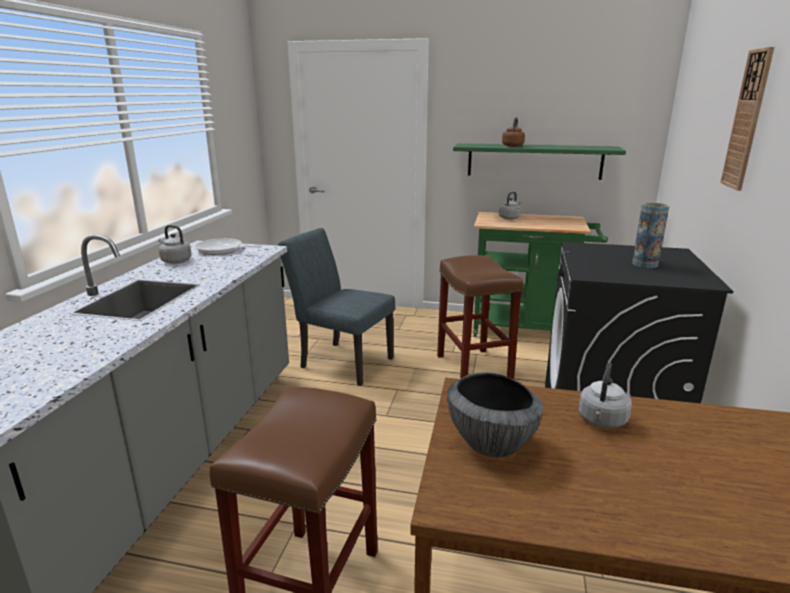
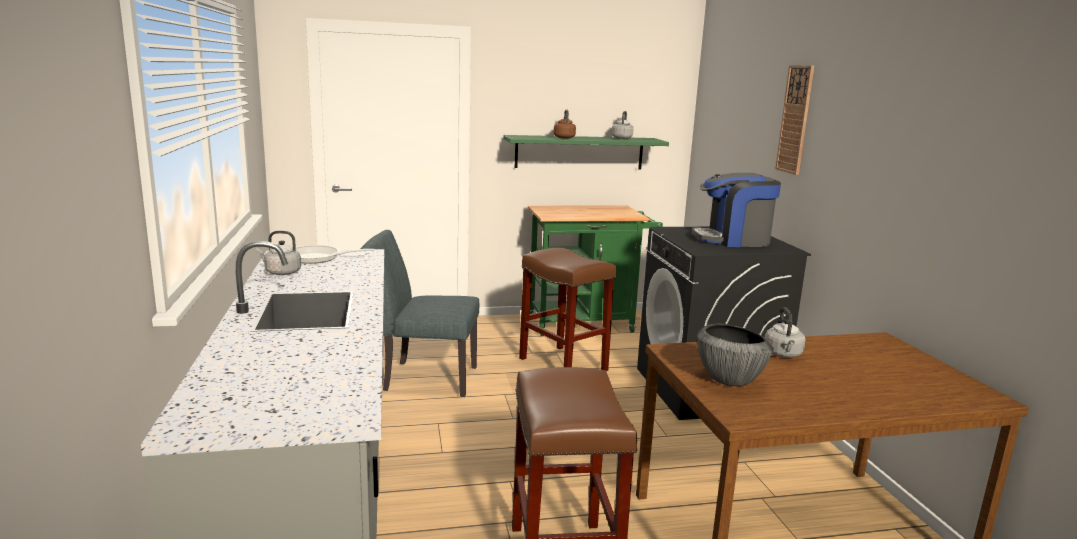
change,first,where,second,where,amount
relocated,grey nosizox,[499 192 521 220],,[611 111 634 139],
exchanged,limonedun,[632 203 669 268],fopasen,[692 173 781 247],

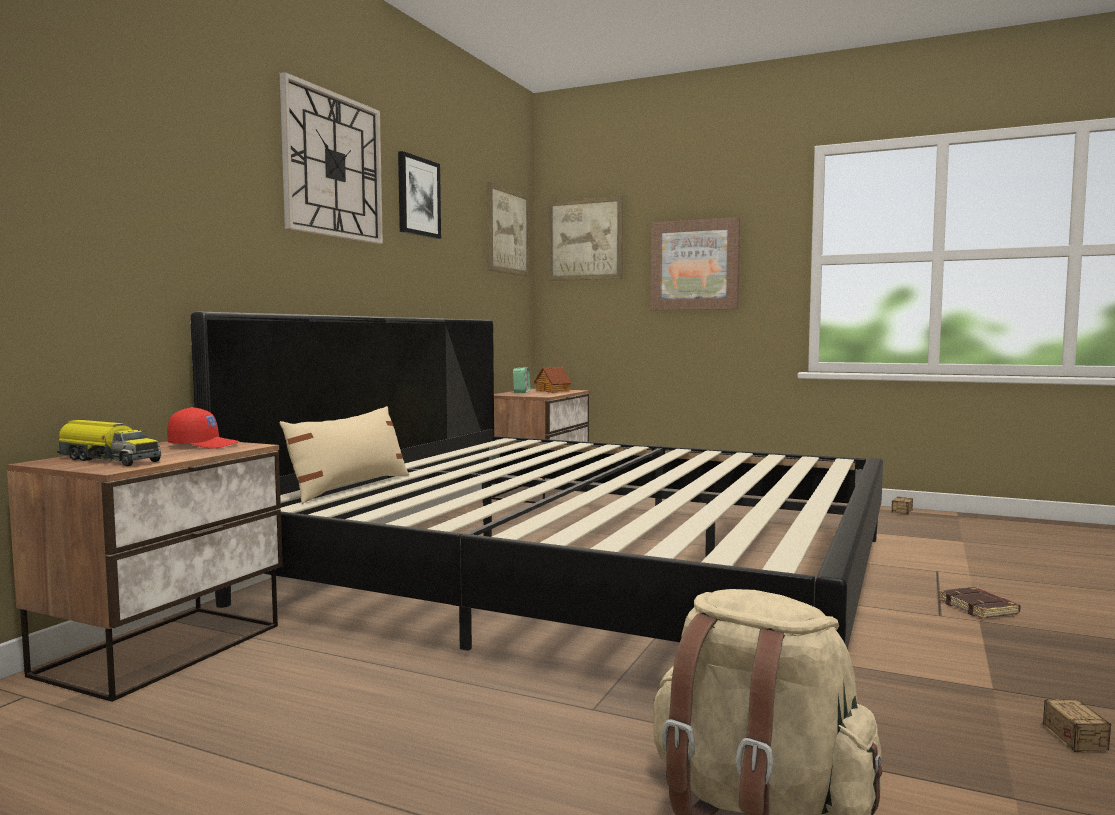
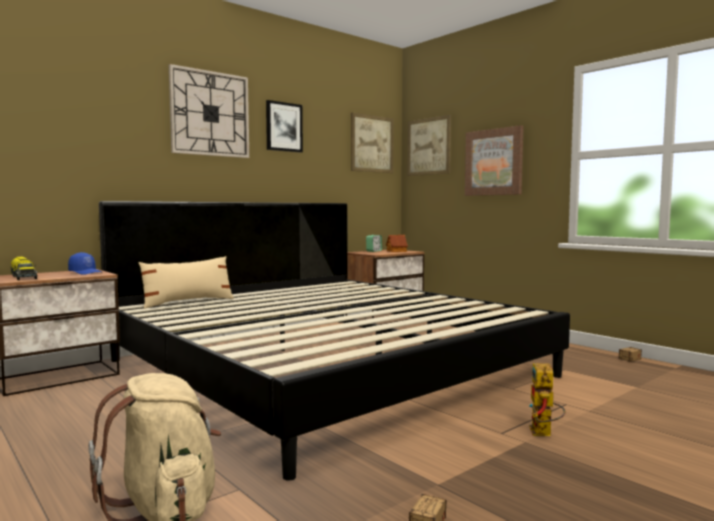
change,first,where,second,where,amount
colour,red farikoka,[167 407 240 449],blue farikoka,[68 252 103 275],
exchanged,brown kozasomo,[938 587 1021 618],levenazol,[529 363 565 436],

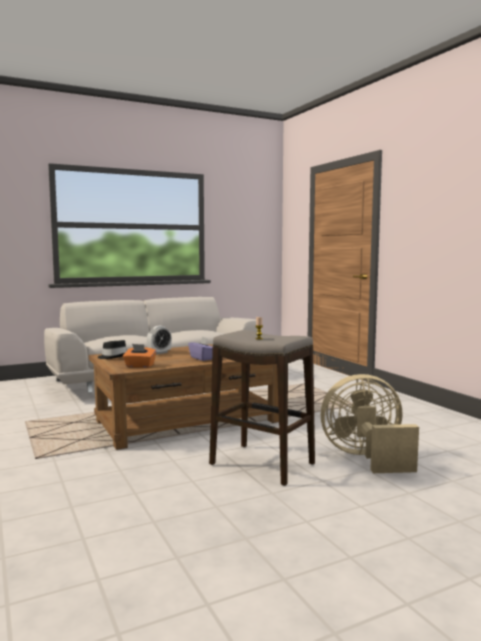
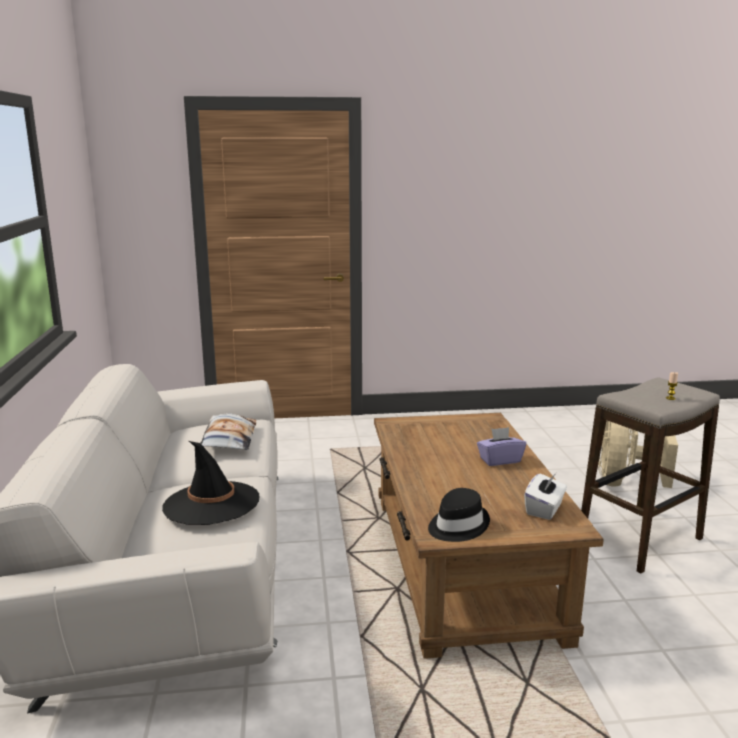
change,first,where,second,where,amount
missing,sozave,[147 326 172 355],,,
colour,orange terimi,[123 344 156 368],white terimi,[524 473 567 520],
appeared,,,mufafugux,[201 413 256 450],
appeared,,,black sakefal,[162 441 259 525],

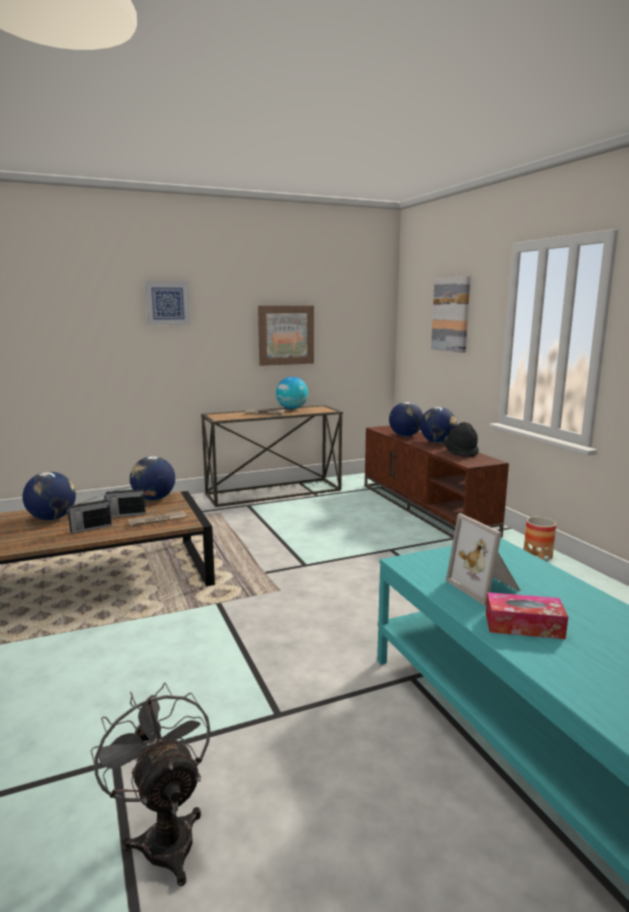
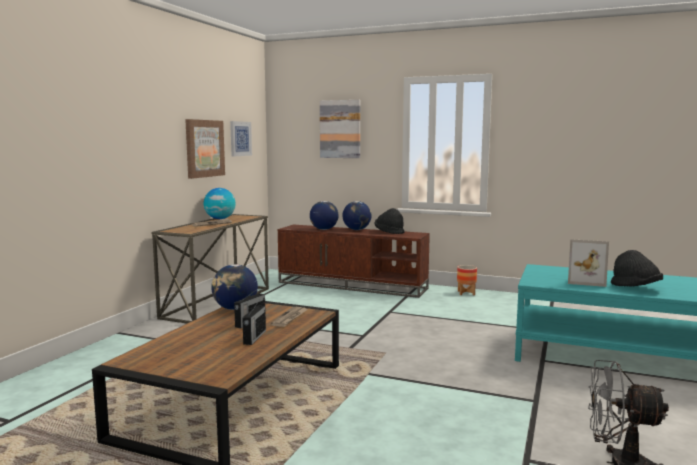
change,first,where,second,where,amount
relocated,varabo,[144 281 190 325],,[230 121 252 156],
missing,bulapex,[22 472 76 520],,,
exchanged,terimi,[486 592 568 639],black sakefal,[611 250 663 287],

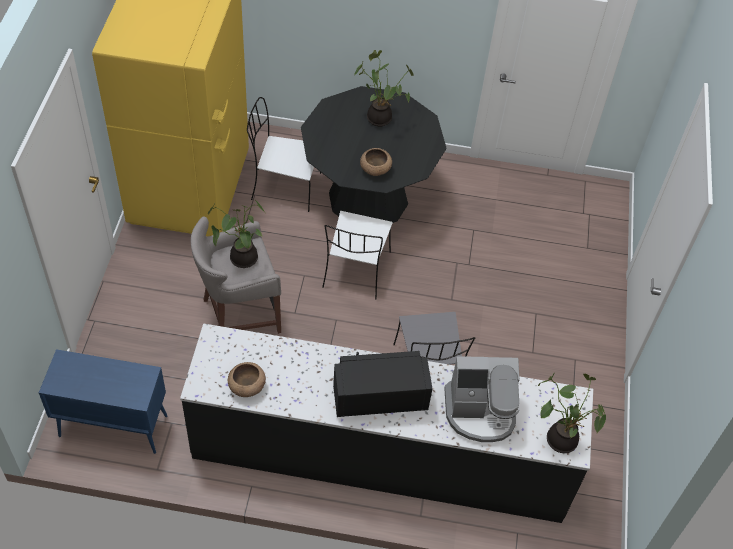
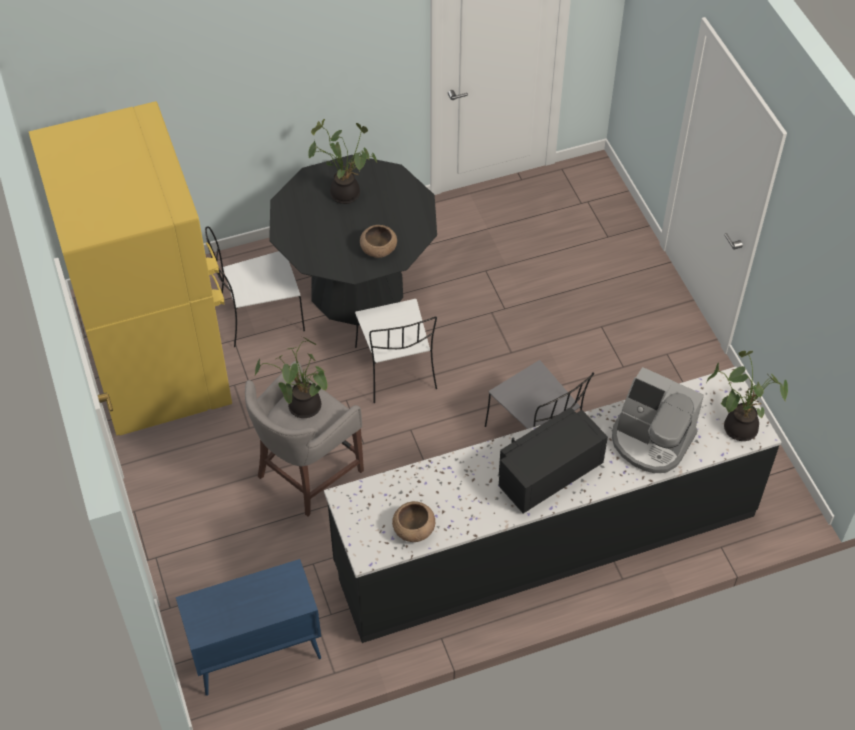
change,first,where,second,where,amount
spun,fopasen,[444 356 520 442],,[612 367 704 473],60 degrees clockwise

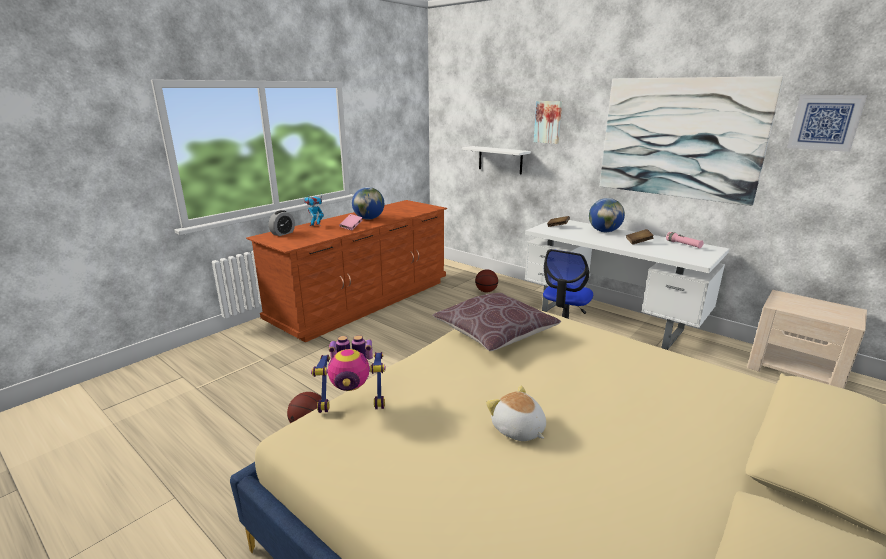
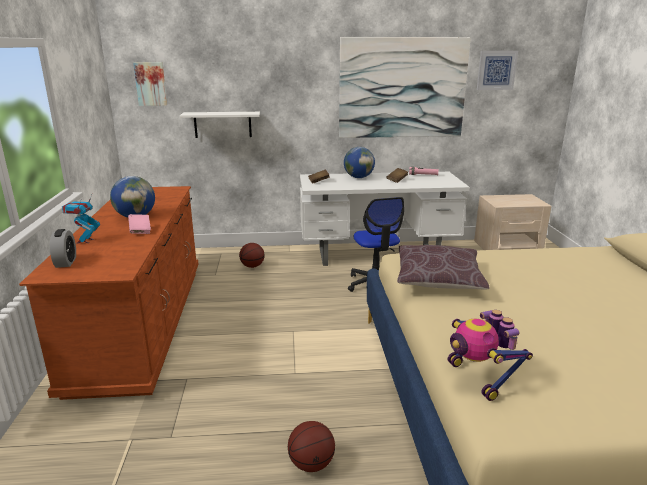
change,first,where,second,where,amount
relocated,varabo,[534 101 562 144],,[133 62 167 106],
spun,levenazol,[311 335 386 413],,[448 310 533 401],120 degrees clockwise
missing,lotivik,[486 385 546 441],,,

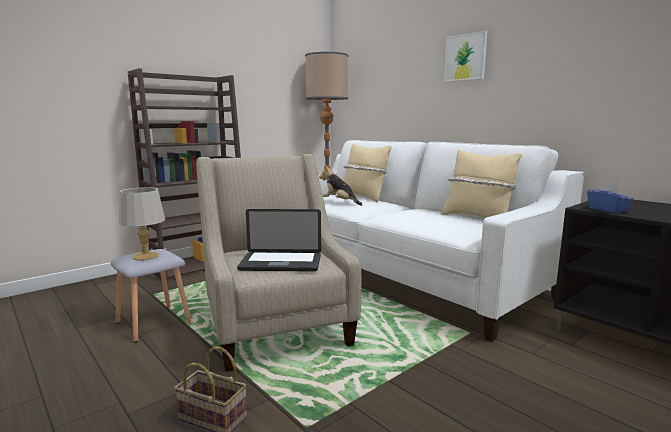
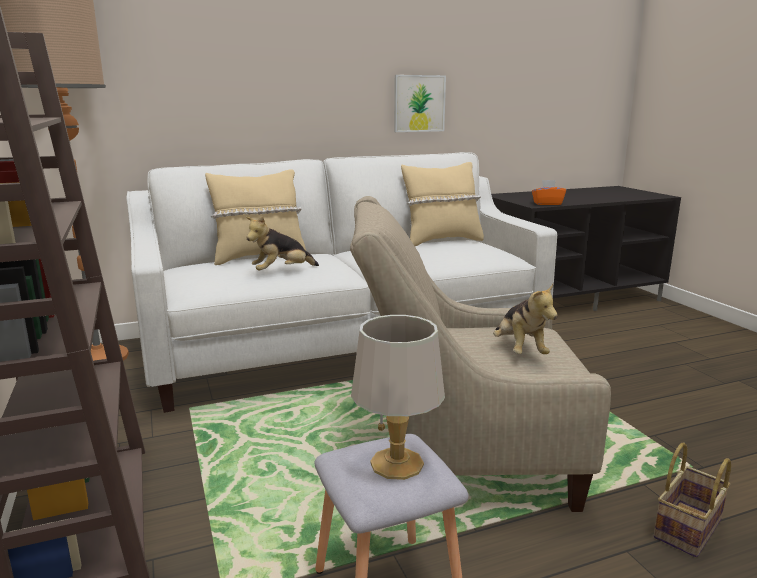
change,first,where,second,where,amount
relocated,varabo,[444 30 487 82],,[394 75 446 132],
colour,blue terimi,[587 182 634 213],orange terimi,[532 180 566 205],
exchanged,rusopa,[237 209 321 272],lotivik,[493 284 558 354],

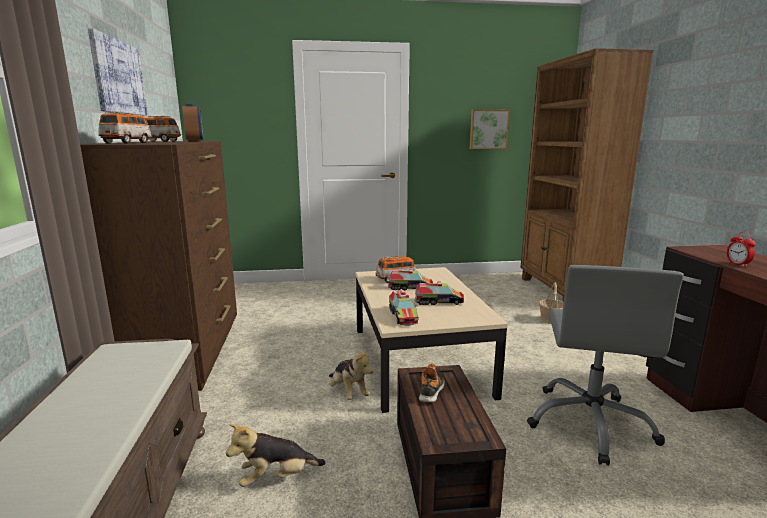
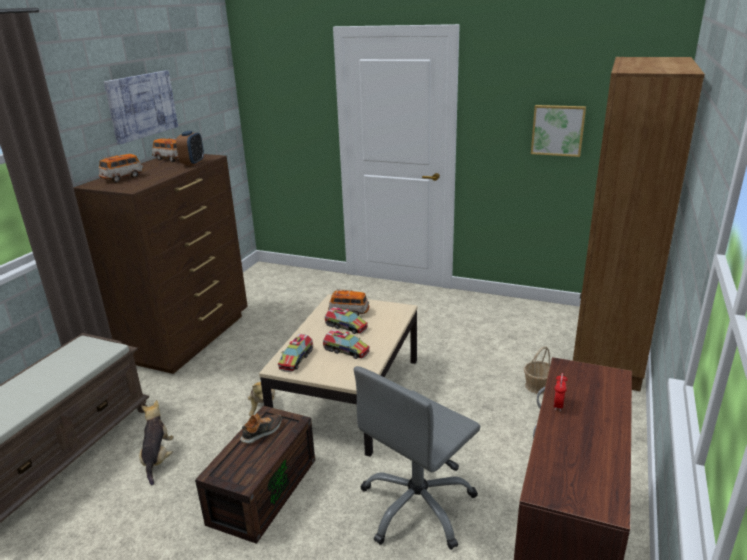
change,first,where,second,where,amount
spun,lotivik,[226 424 326 487],,[139 400 174 486],75 degrees clockwise

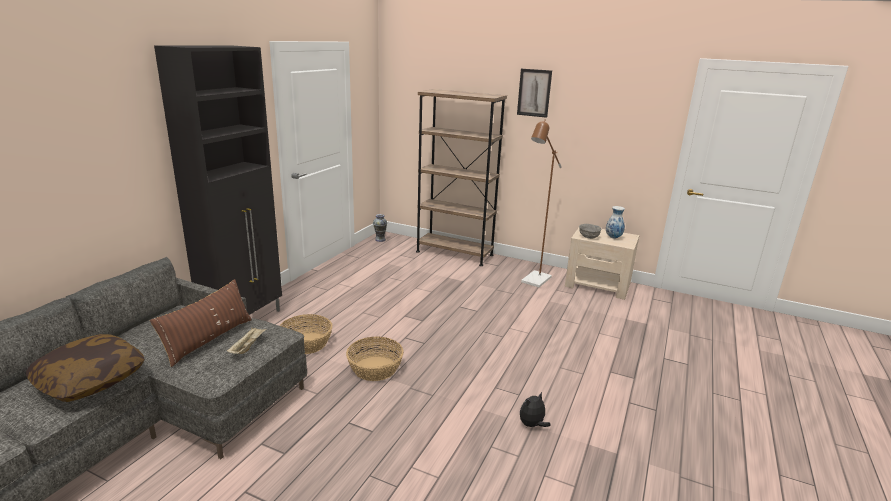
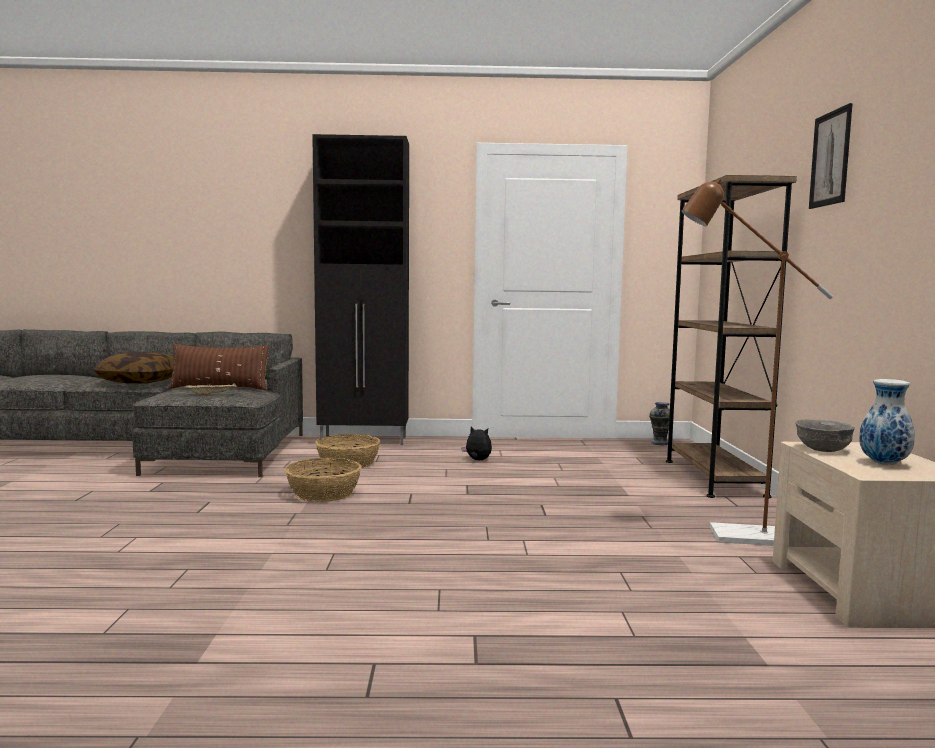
change,first,where,second,where,amount
relocated,lotivik,[520 392 551 427],,[462 426 492 460],

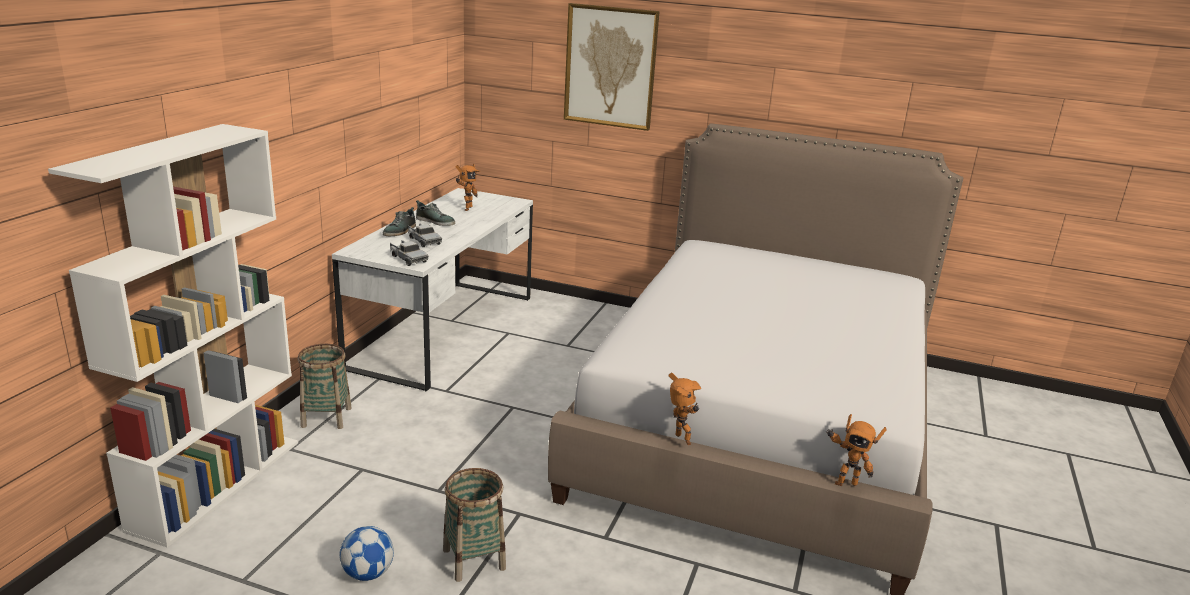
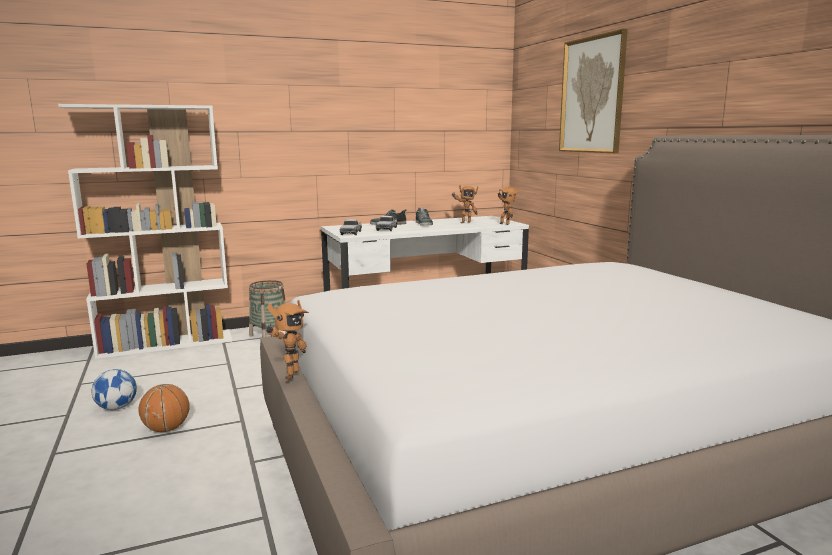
change,first,where,second,where,amount
relocated,levenazol,[826 414 887 486],,[498 185 519 225],
exchanged,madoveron,[443 468 506 582],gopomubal,[138 384 190 432],

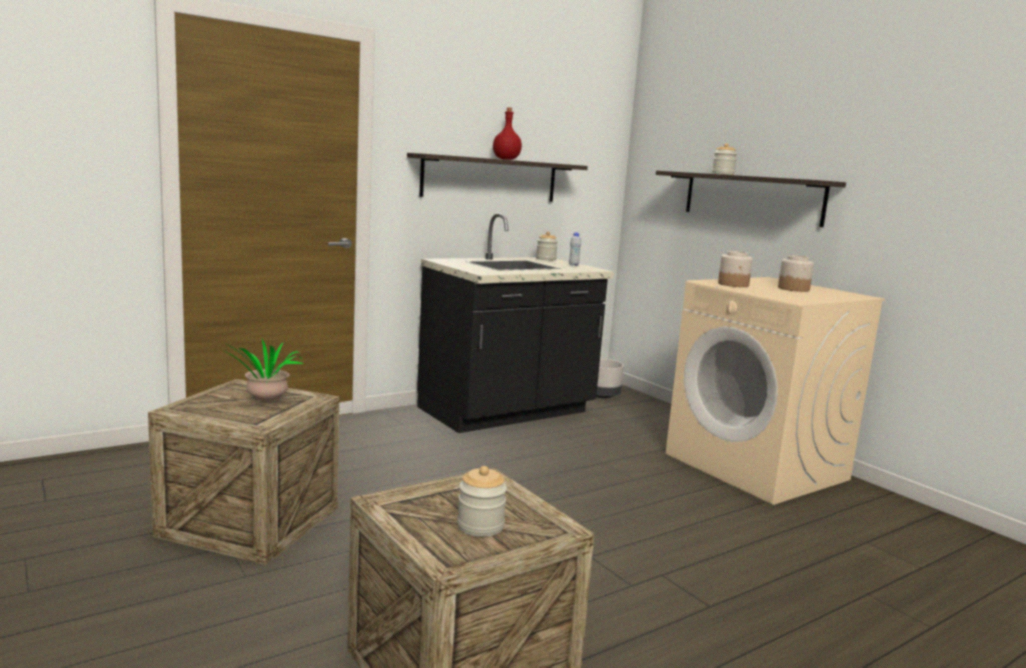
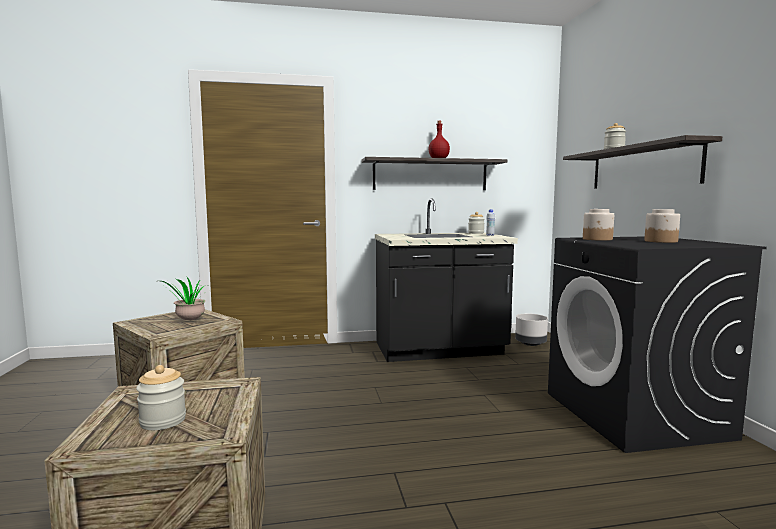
change,first,where,second,where,amount
colour,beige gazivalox,[666 277 885 505],black gazivalox,[548 237 767 453],

